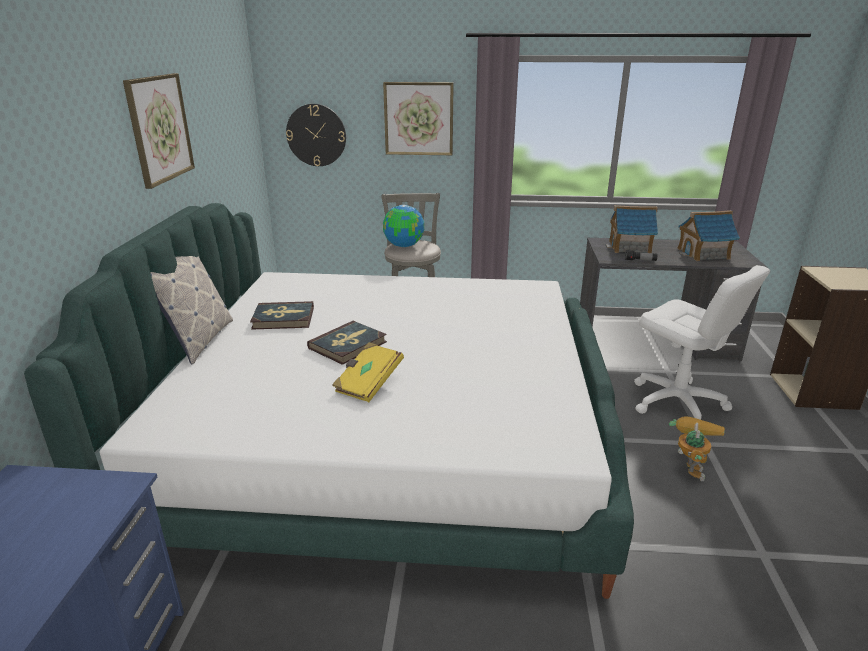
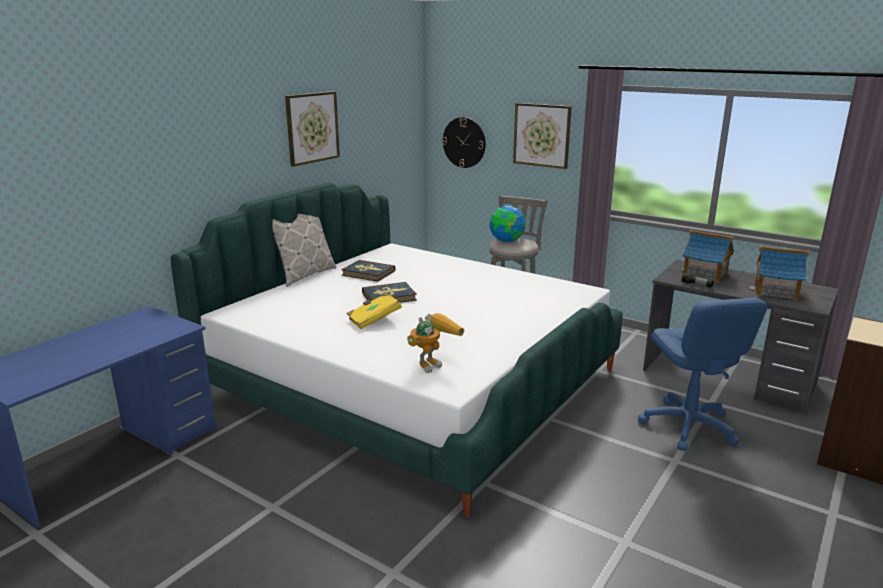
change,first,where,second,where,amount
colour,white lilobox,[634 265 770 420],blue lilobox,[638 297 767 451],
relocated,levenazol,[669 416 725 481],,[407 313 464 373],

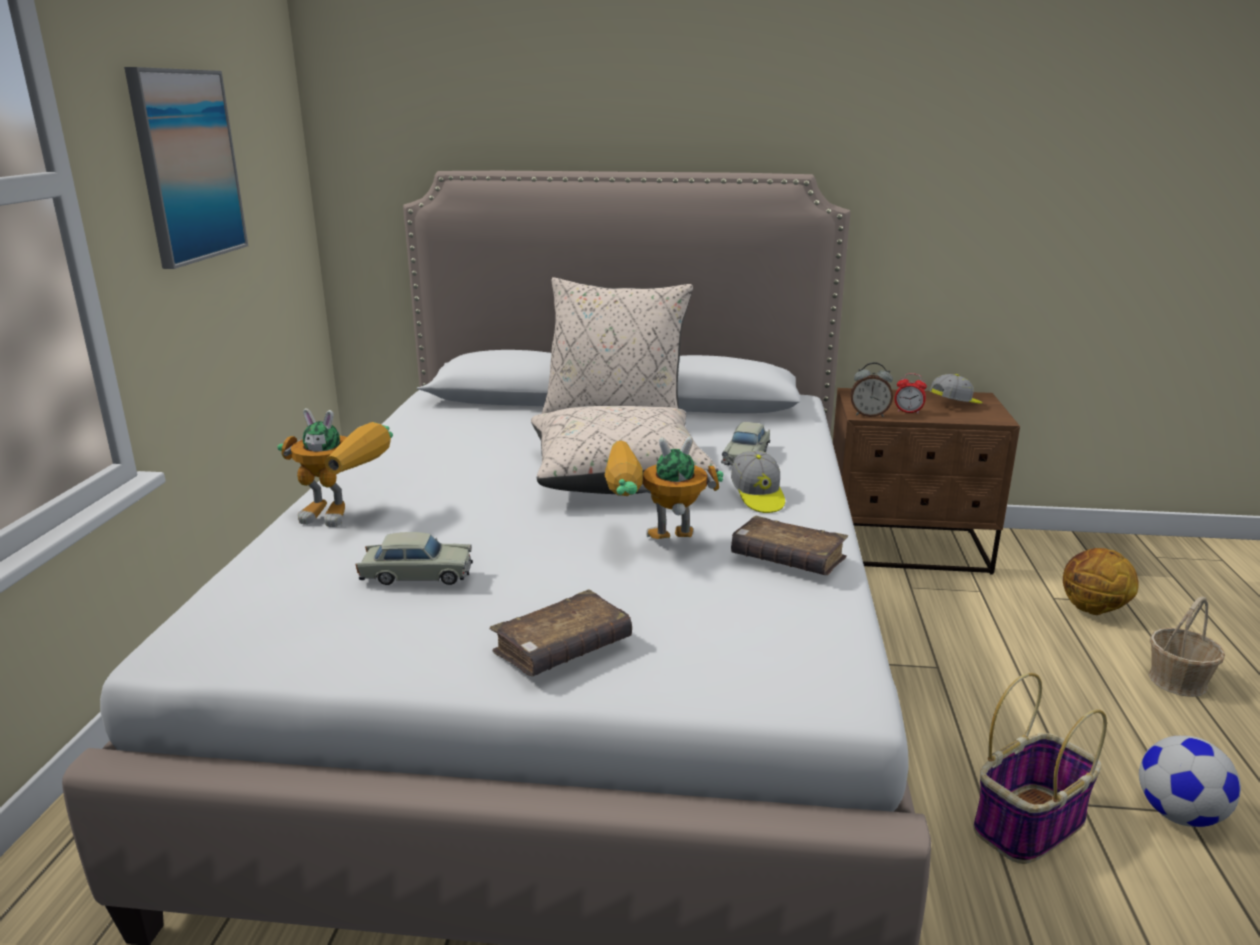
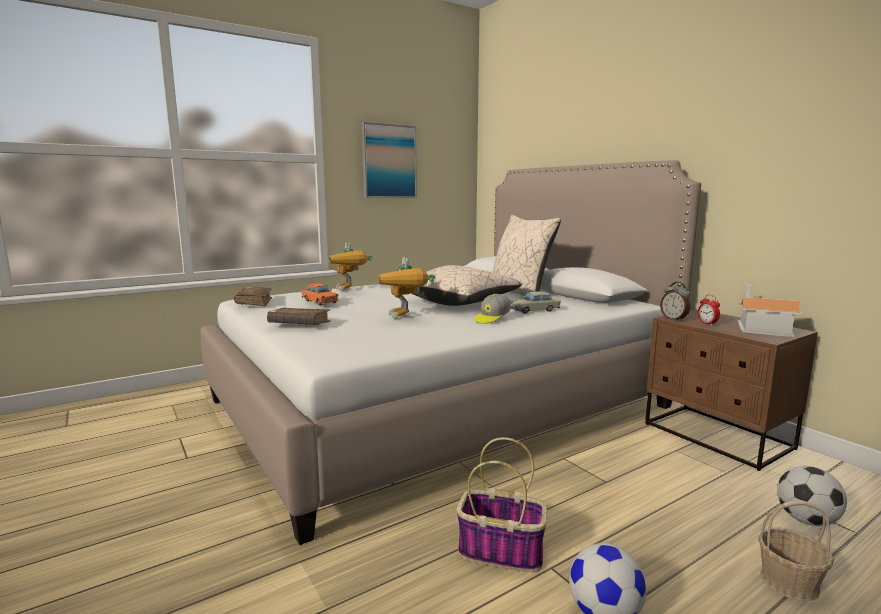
change,first,where,second,where,amount
exchanged,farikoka,[929 374 983 404],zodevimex,[738 284 801 337],
spun,levenazol,[605 436 724 539],,[378 257 435 319],150 degrees counterclockwise
relocated,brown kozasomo,[731 516 848 575],,[234 287 272 306],
colour,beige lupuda,[356 532 473 585],orange lupuda,[301 283 339 305],
exchanged,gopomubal,[1063 548 1138 615],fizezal,[777 466 847 526],

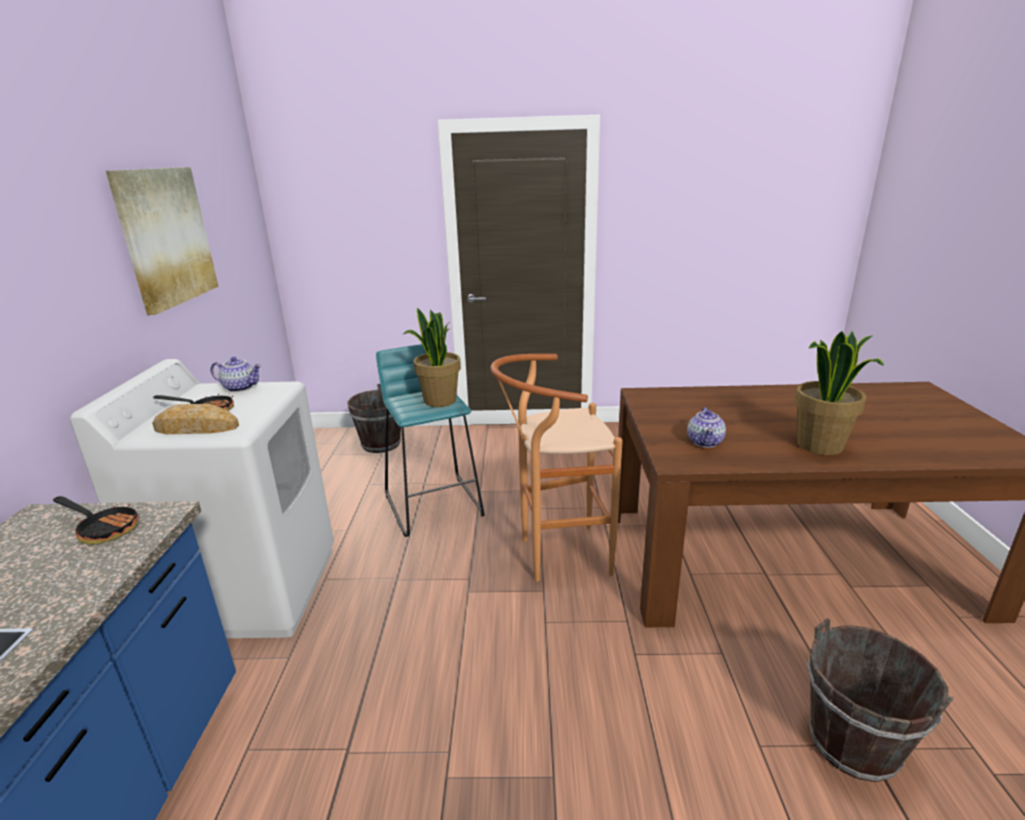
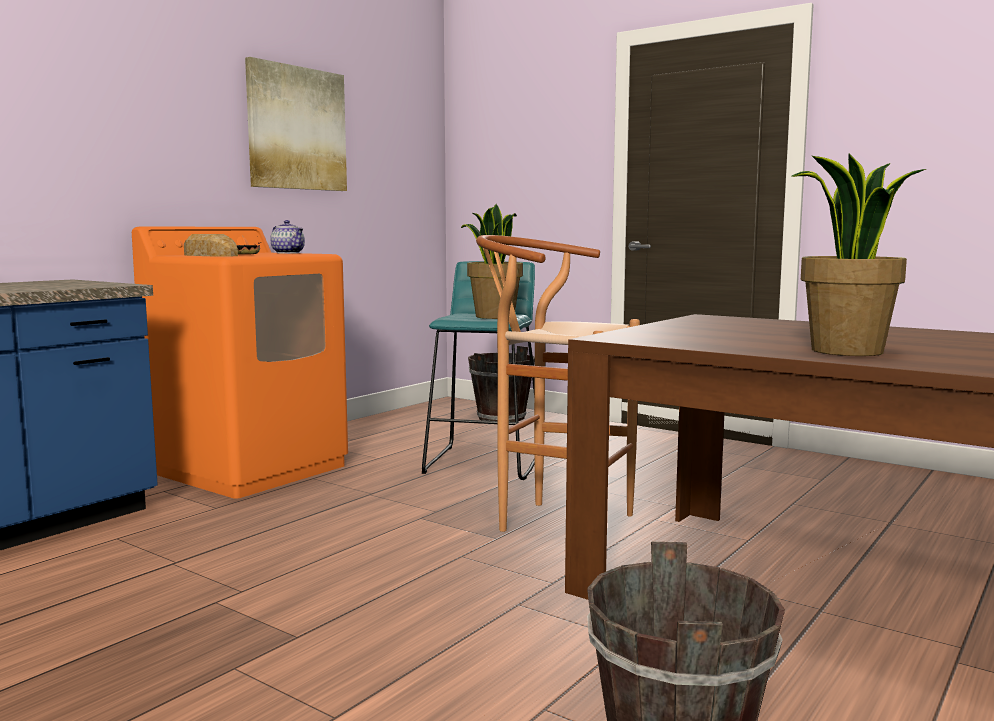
change,first,where,second,where,amount
colour,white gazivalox,[70 359 334 638],orange gazivalox,[132 227 348 499],
missing,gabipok,[687 407 726 448],,,
missing,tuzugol,[53 496 139 545],,,

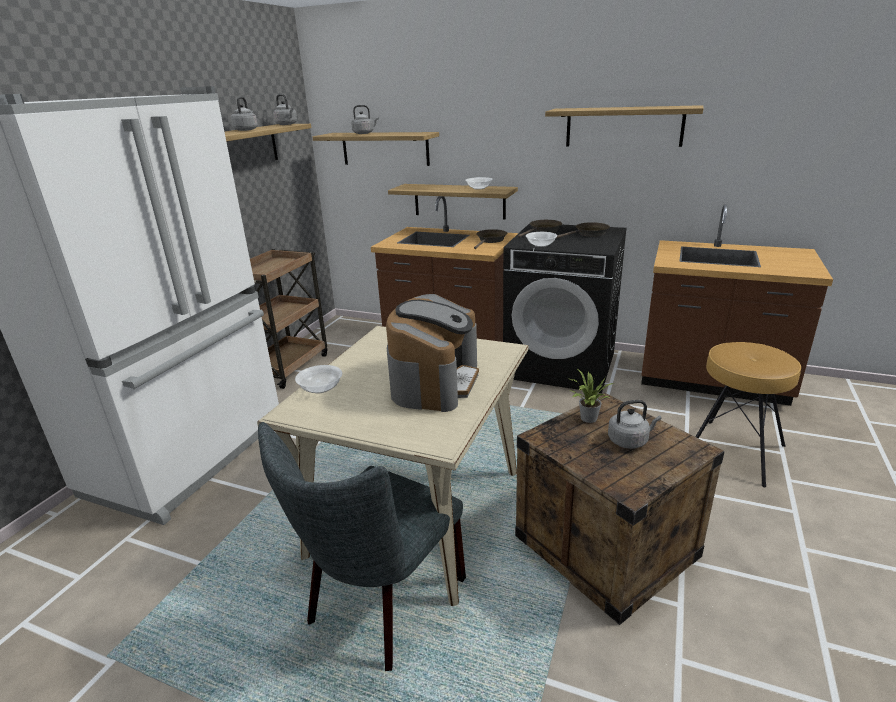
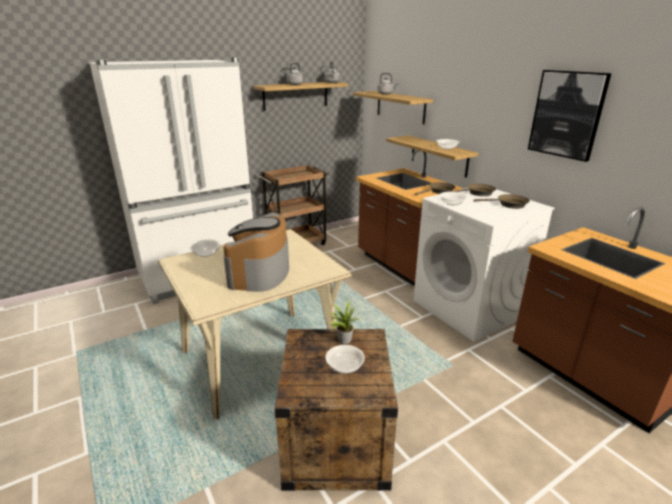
change,first,where,second,where,amount
exchanged,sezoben,[545 105 704 147],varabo,[528 70 612 162],
colour,black gazivalox,[503 223 627 393],white gazivalox,[413 188 555 342],
spun,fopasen,[386 294 479 412],,[223 212 289 292],135 degrees clockwise
missing,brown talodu,[695 342 801 487],,,
exchanged,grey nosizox,[608 400 661 449],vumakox,[326 345 365 374],
missing,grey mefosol,[258 422 466 671],,,

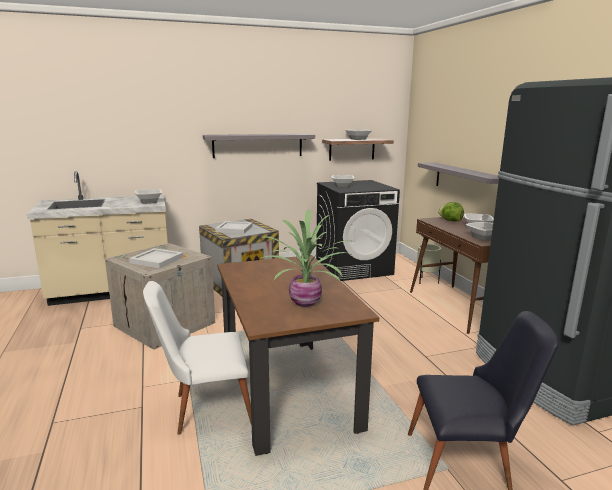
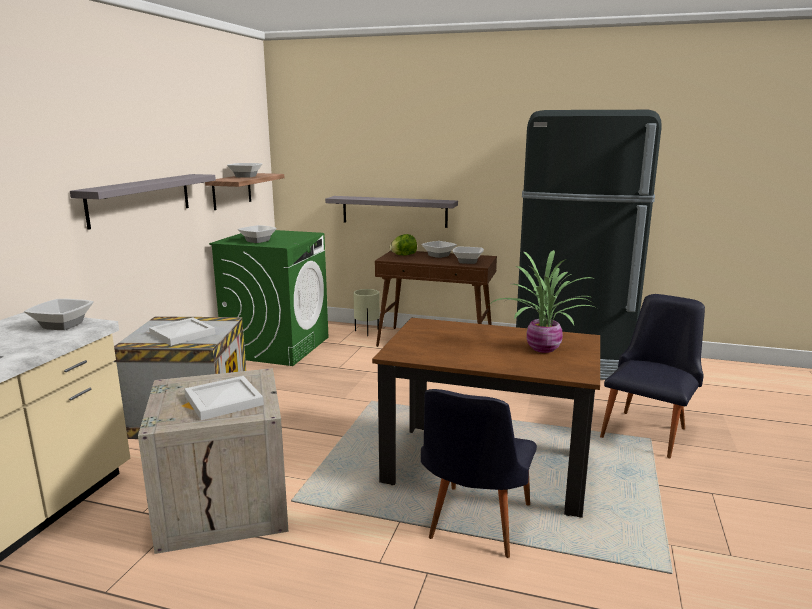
change,first,where,second,where,amount
colour,black gazivalox,[316 180 400 281],green gazivalox,[209 230 328 366],
colour,white mefosol,[143 281 252 435],black mefosol,[421 389 537 558],

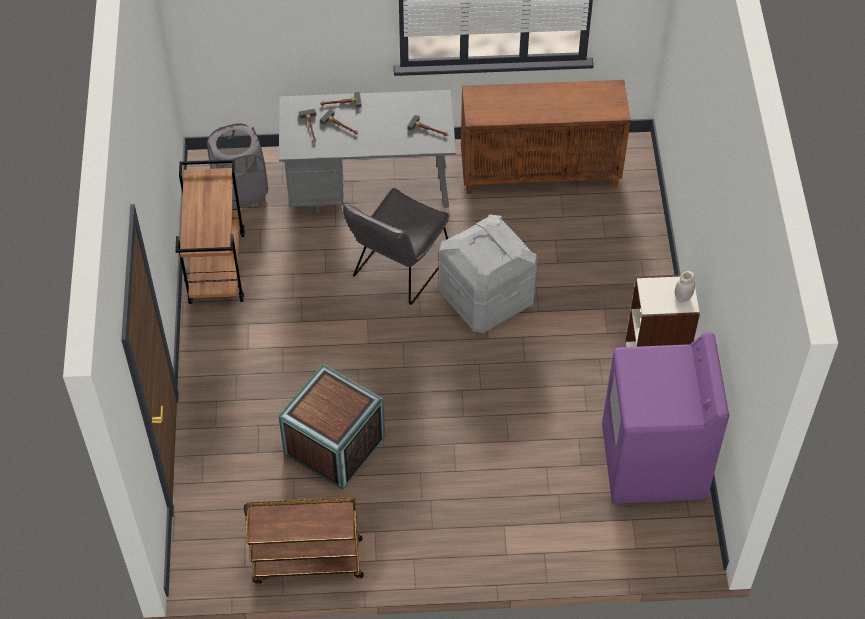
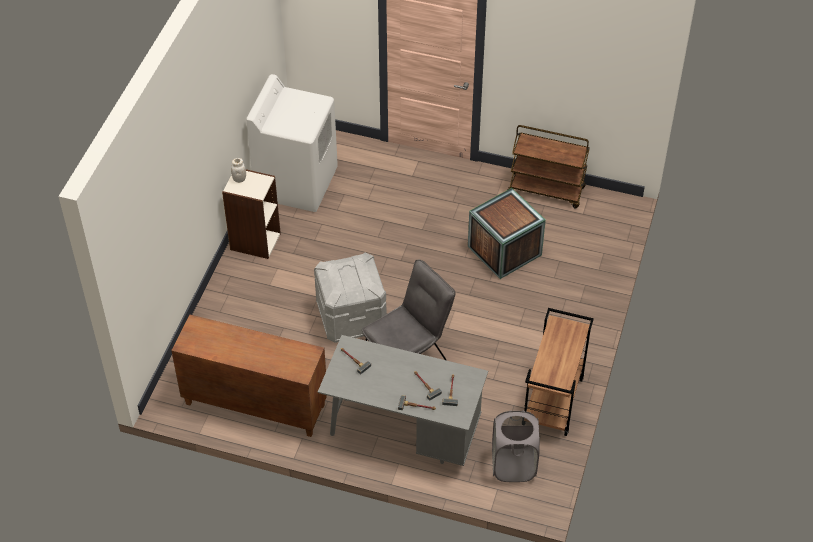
change,first,where,second,where,amount
colour,purple gazivalox,[602 332 729 504],white gazivalox,[246 74 338 212],

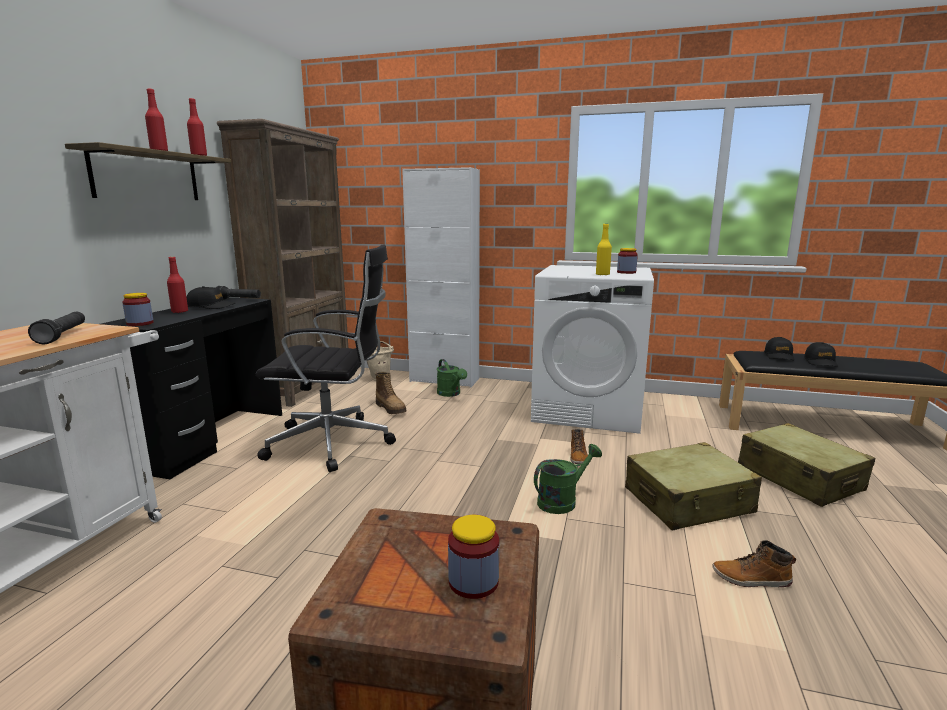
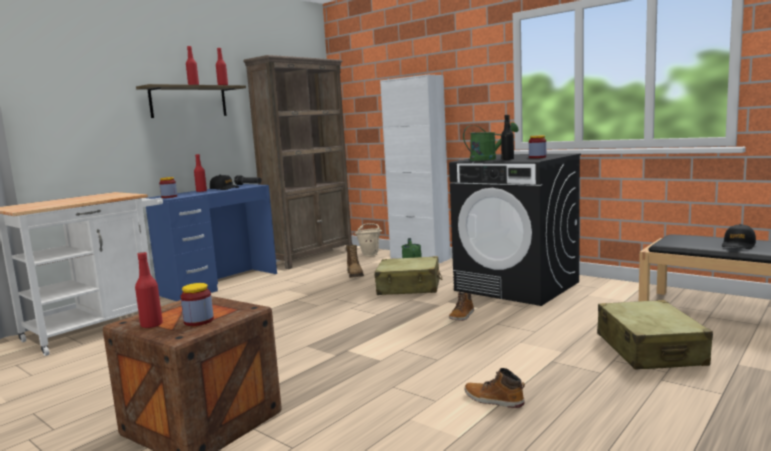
change,first,where,second,where,amount
colour,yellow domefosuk,[596 224 612 275],black domefosuk,[501 115 514 160],
missing,black lilobox,[256 244 396 472],,,
colour,white gazivalox,[531 265 654 434],black gazivalox,[449 153 581 306],
colour,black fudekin,[101 297 282 479],blue fudekin,[146 184 277 301],
missing,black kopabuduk,[28 312 85 344],,,
missing,black farikoka,[764 337 795 360],,,
relocated,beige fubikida,[625 442 762 530],,[374 256 442 295],
relocated,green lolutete,[534 444 602 514],,[463 122 519 161],
appeared,,,red domefosuk,[135 252 163 328],

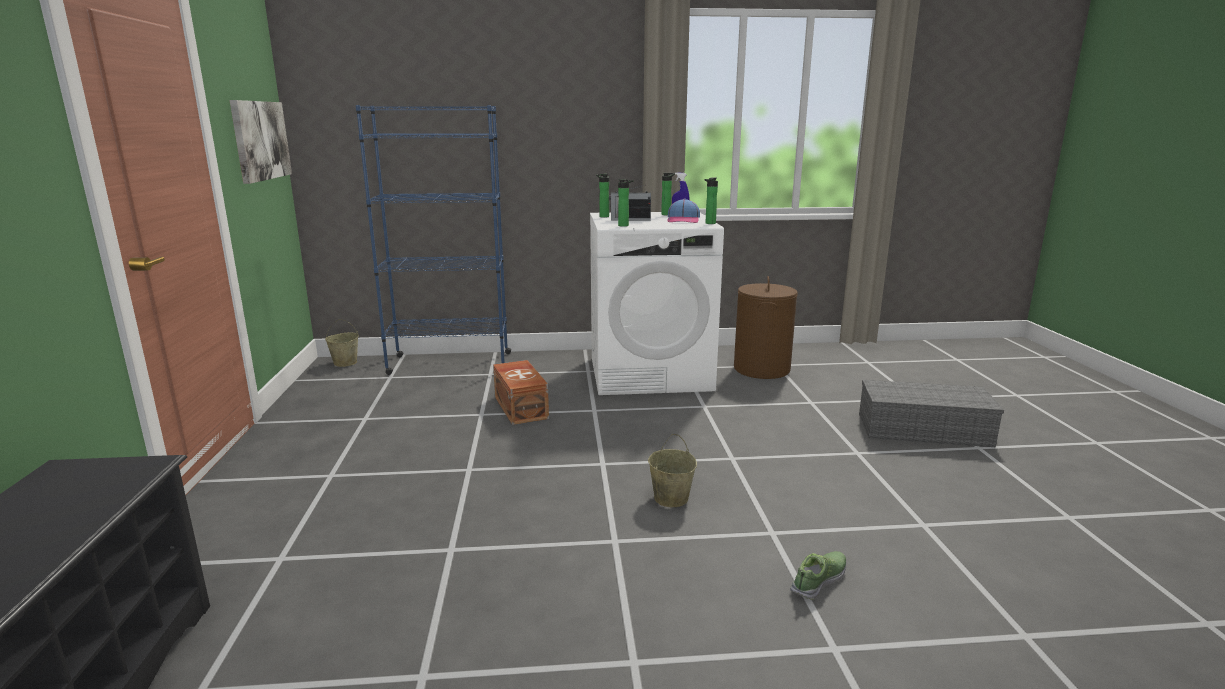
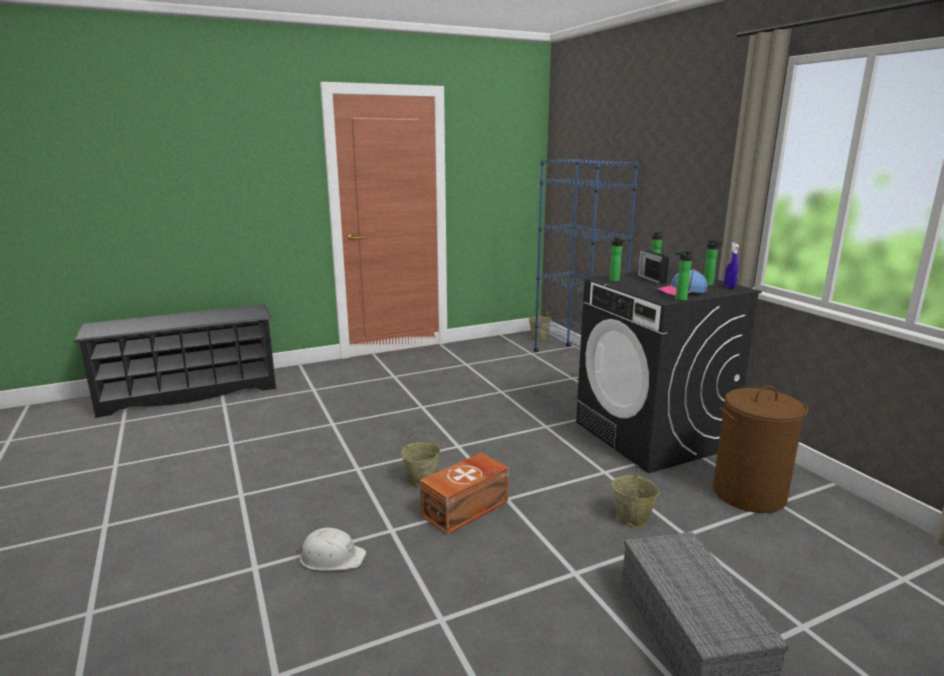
change,first,where,second,where,amount
missing,varabo,[230 100 292 184],,,
colour,white gazivalox,[590 212 724 395],black gazivalox,[576 268 762 473],
relocated,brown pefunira,[493 360 549 425],,[420 453 509 535],
exchanged,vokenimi,[790 551 846 600],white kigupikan,[296 528 366 571],
appeared,,,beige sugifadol,[612 463 660 527],

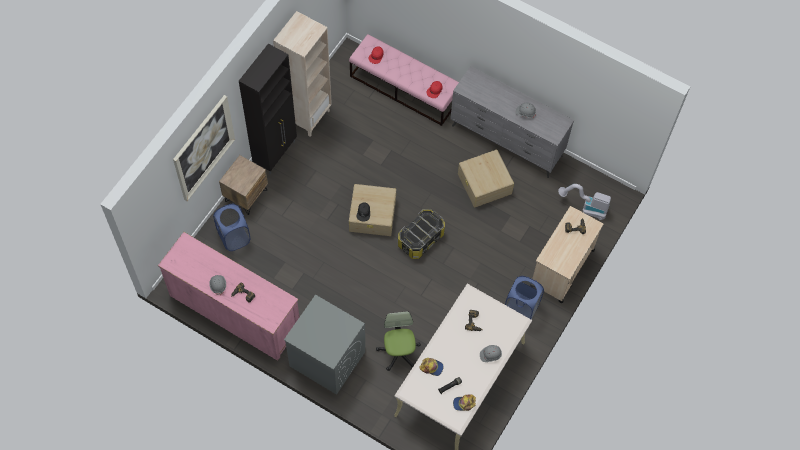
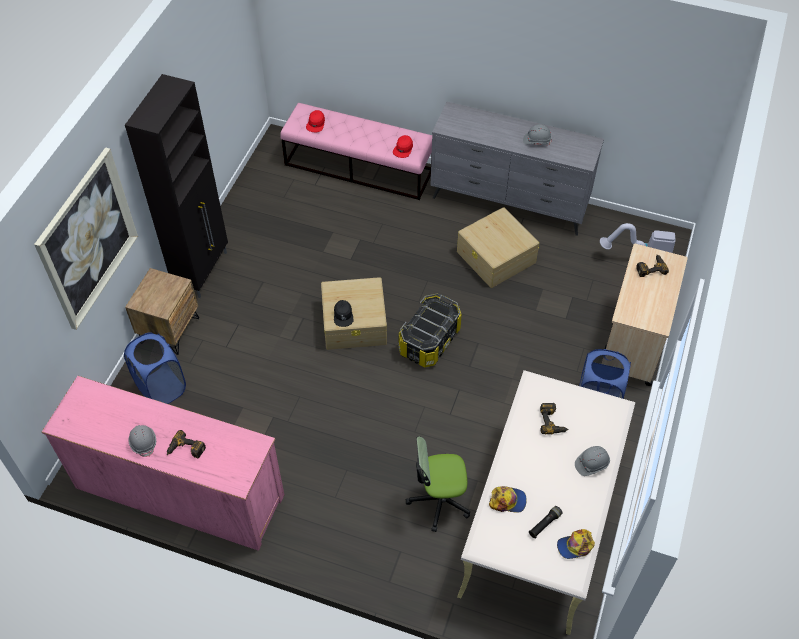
change,first,where,second,where,amount
missing,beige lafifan,[273 11 332 137],,,
missing,grey gazivalox,[284 295 365 395],,,
spun,lilobox,[376 311 421 371],,[406 436 470 532],75 degrees counterclockwise

